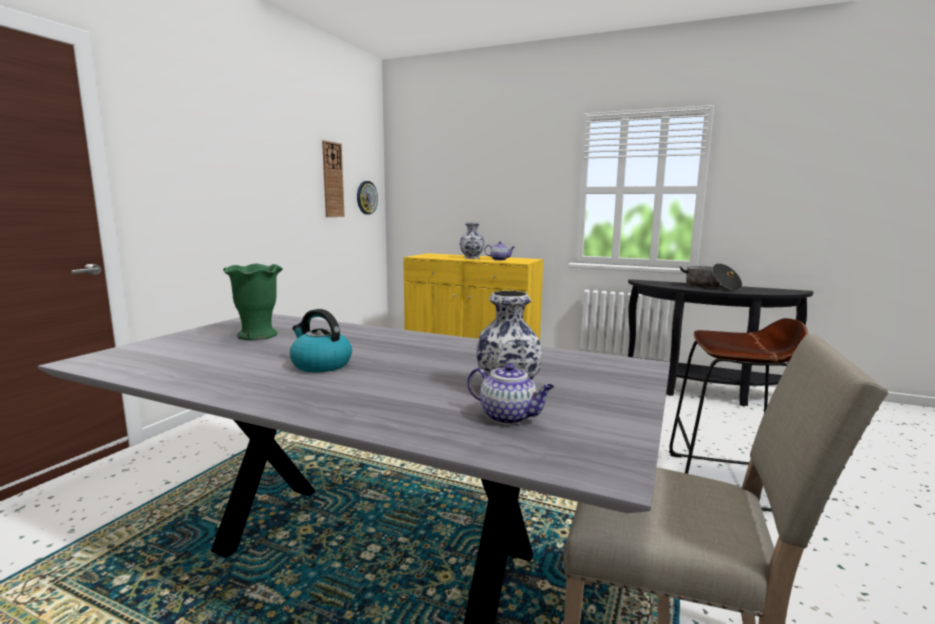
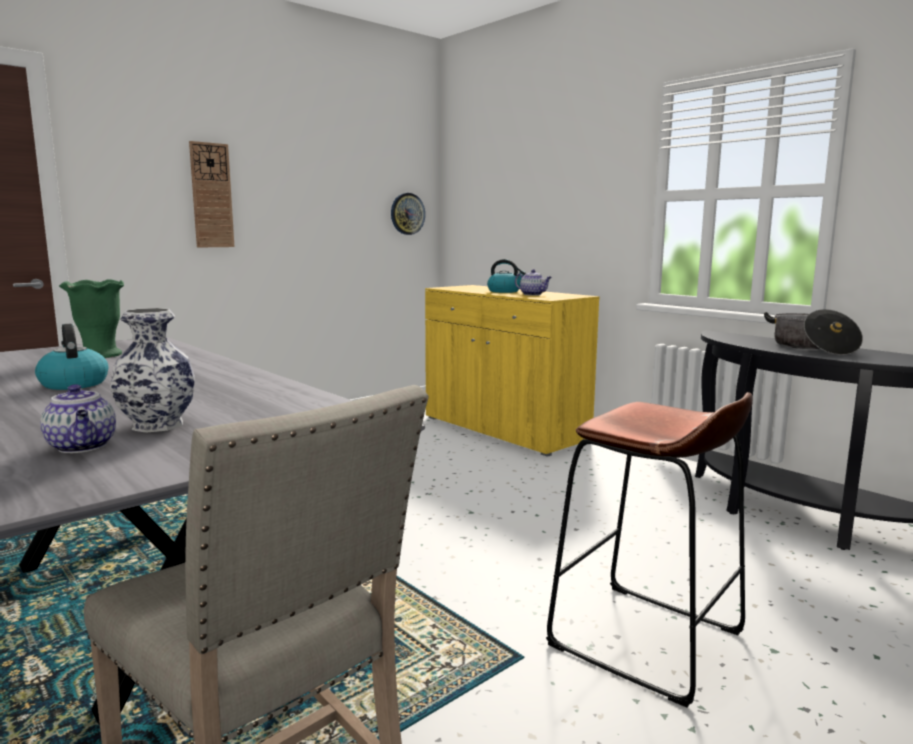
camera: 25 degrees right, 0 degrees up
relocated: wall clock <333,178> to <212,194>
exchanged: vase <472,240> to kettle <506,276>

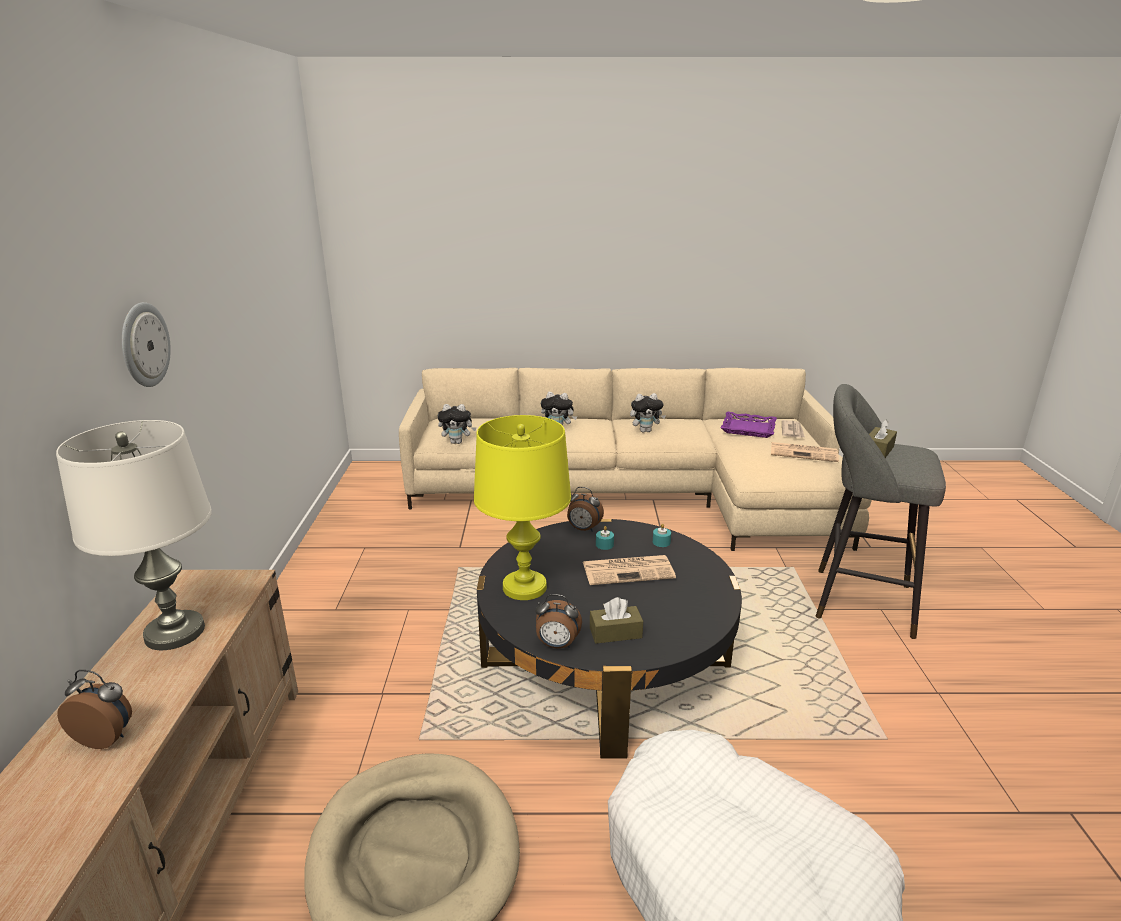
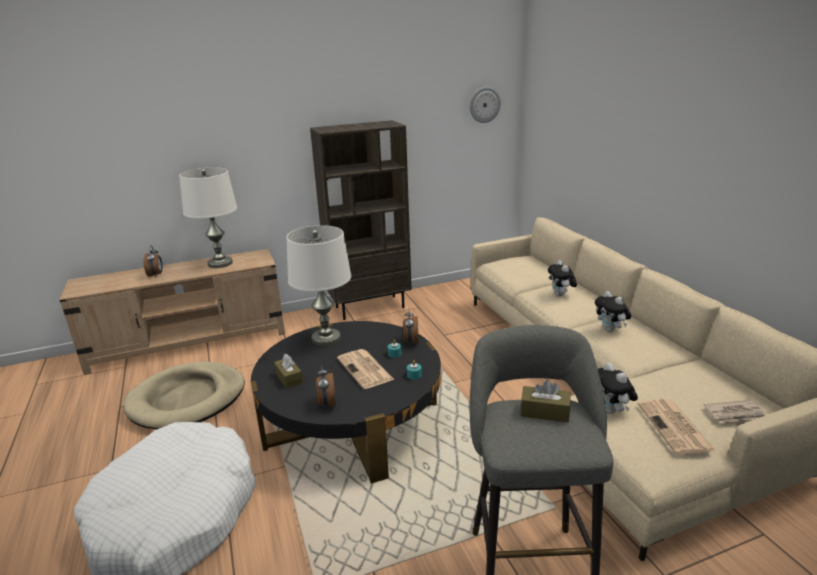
camera: 70 degrees right, 0 degrees up
missing: purple tray <749,425>
appeared: brown bookcase <361,220>
relocated: alarm clock <558,621> to <326,387>; wall clock <146,344> to <485,105>; plush toy <457,424> to <618,388>
colour: yellow table lamp <522,507> to white table lamp <319,285>

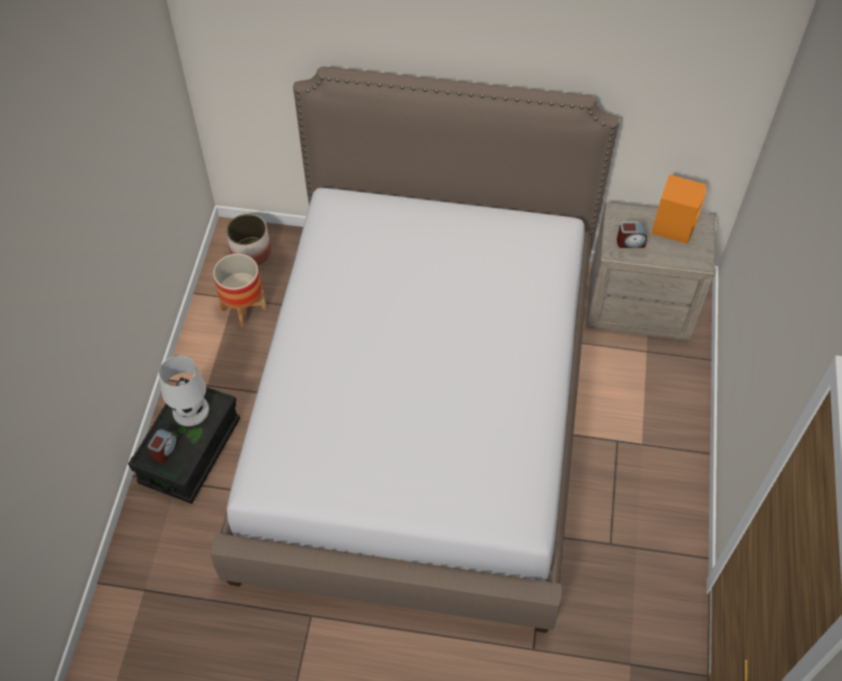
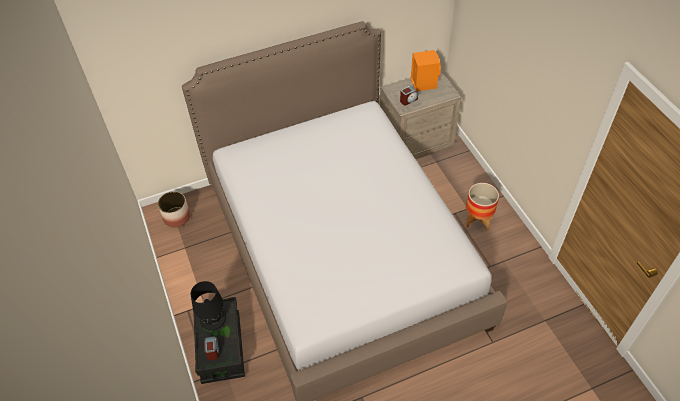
camera: 30 degrees left, 5 degrees down
relocated: planter <240,291> to <482,207>
colour: white table lamp <184,390> to black table lamp <208,306>

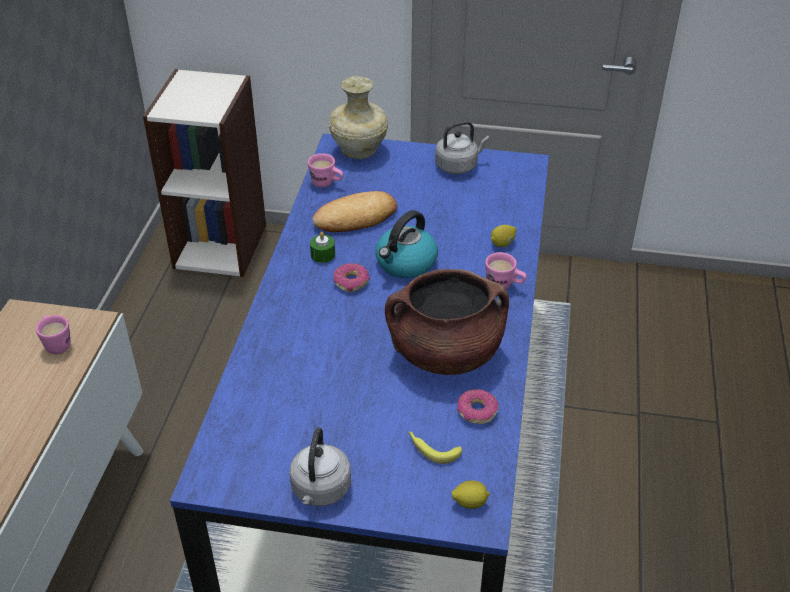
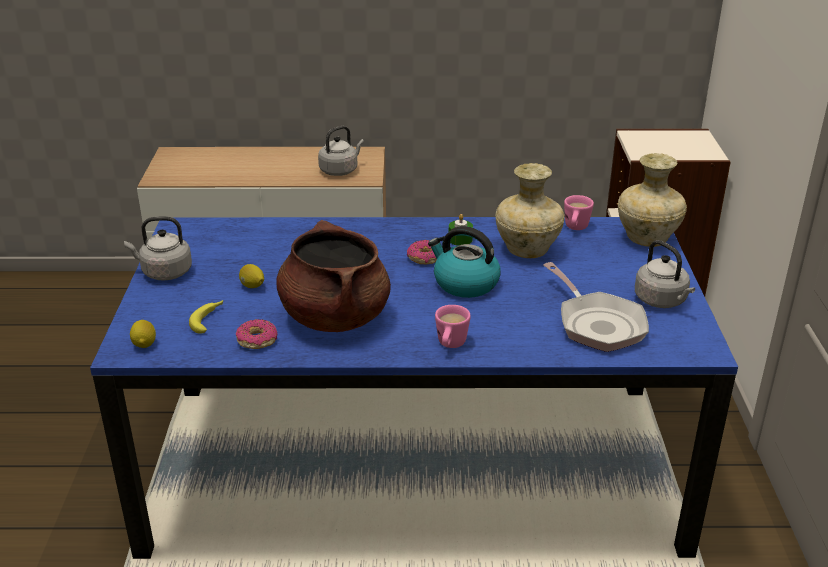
camera: 80 degrees right, 10 degrees down
appeared: frying pan <596,307>
relocated: lemon <503,236> to <251,276>
exchanged: pink mug <53,334> to grey kettle <341,151>; bread <354,211> to beige vase <530,210>

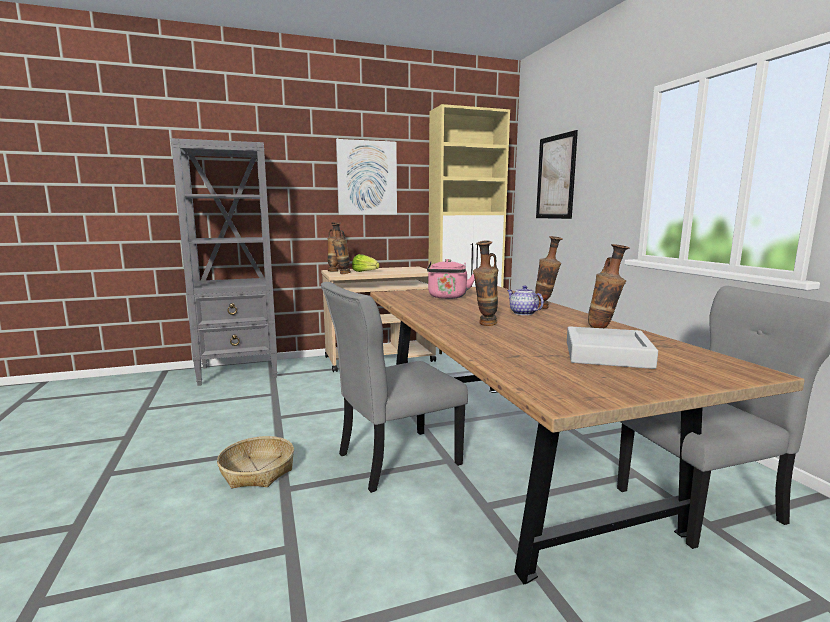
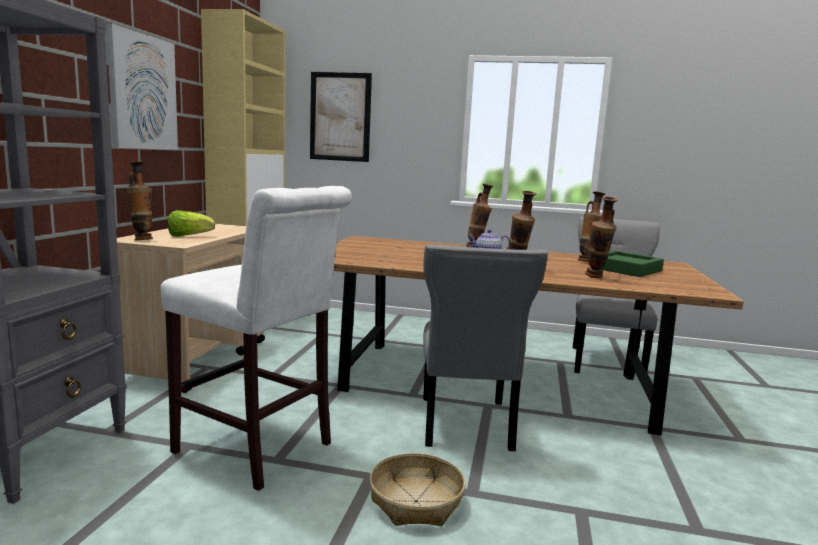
camera: 60 degrees left, 0 degrees up
missing: pink kettle <451,279>
appeared: white stool <256,338>
relocated: vase <341,248> to <601,237>
colour: grey tray <612,347> to green tray <632,264>

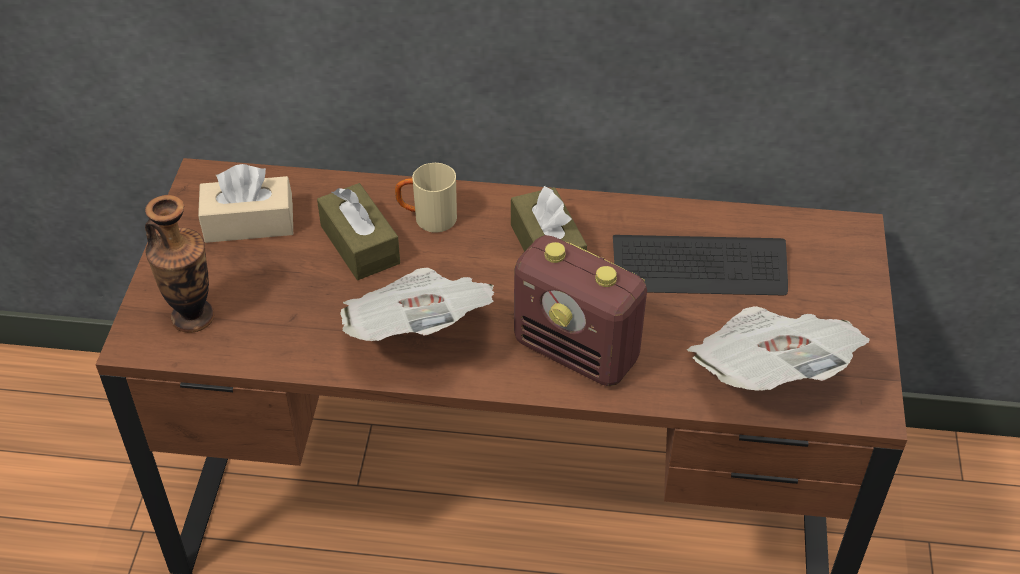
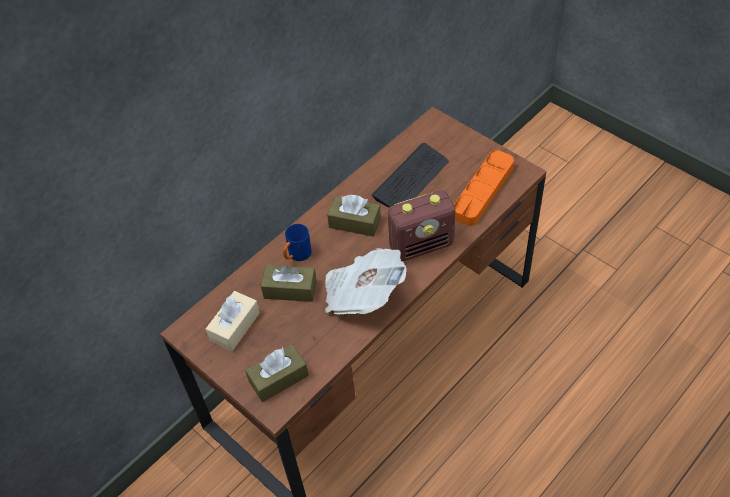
camera: 50 degrees left, 5 degrees up
exchanged: vase <179,264> to brown tissue box <277,373>; newspaper <778,348> to orange tray <484,188>
colour: beige mug <426,198> to blue mug <297,242>

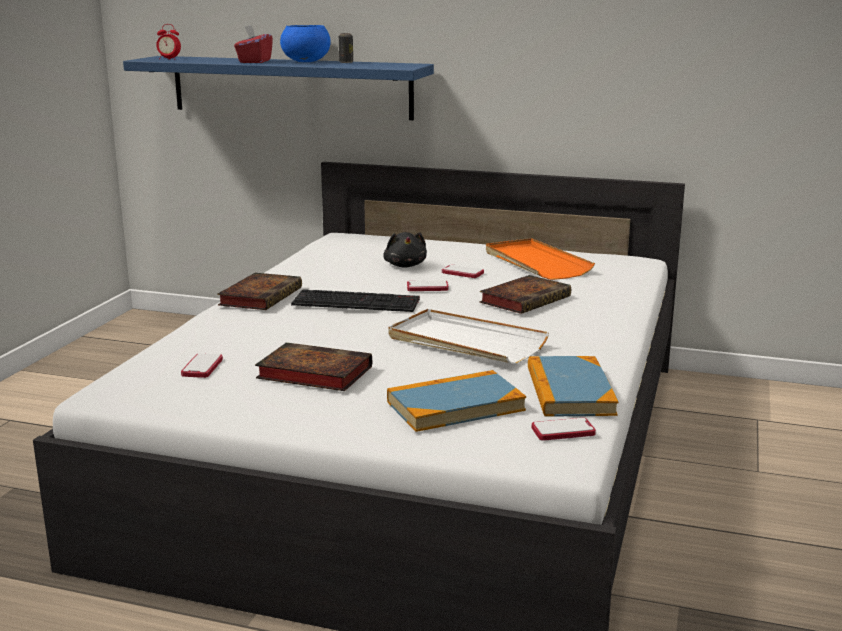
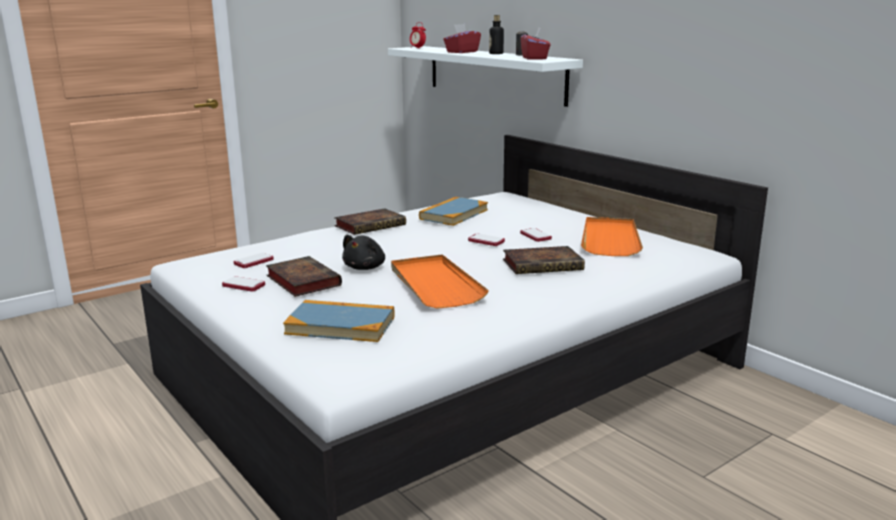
camera: 35 degrees right, 0 degrees up
missing: keyboard <355,300>
appeared: red tissue box <536,44>
relocated: phone <564,429> to <243,284>; black plush toy <405,249> to <363,252>; book <573,386> to <453,211>
exchanged: blue bowl <305,43> to bottle <496,34>
colour: blue shelf <278,88> to white shelf <485,76>; white tray <468,336> to orange tray <440,281>

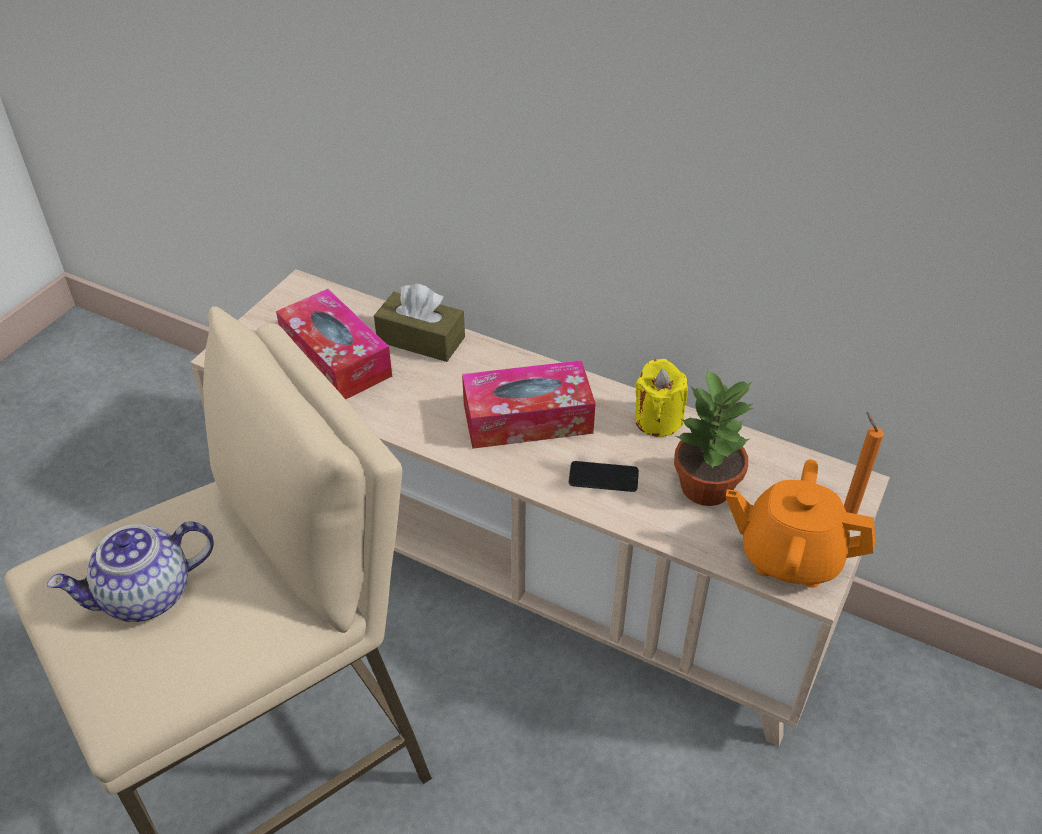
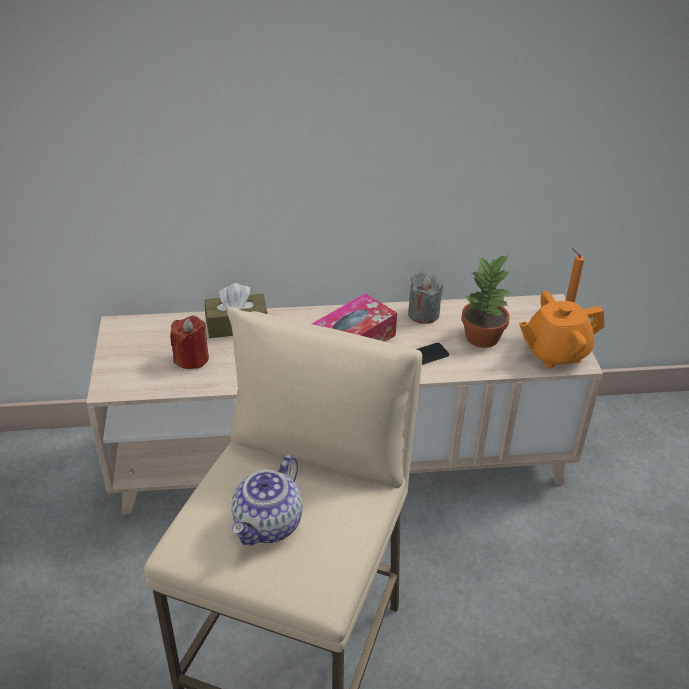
camera: 35 degrees left, 5 degrees down
exchanged: tissue box <334,344> to red candle <189,342>
colour: yellow candle <661,398> to grey candle <425,297>

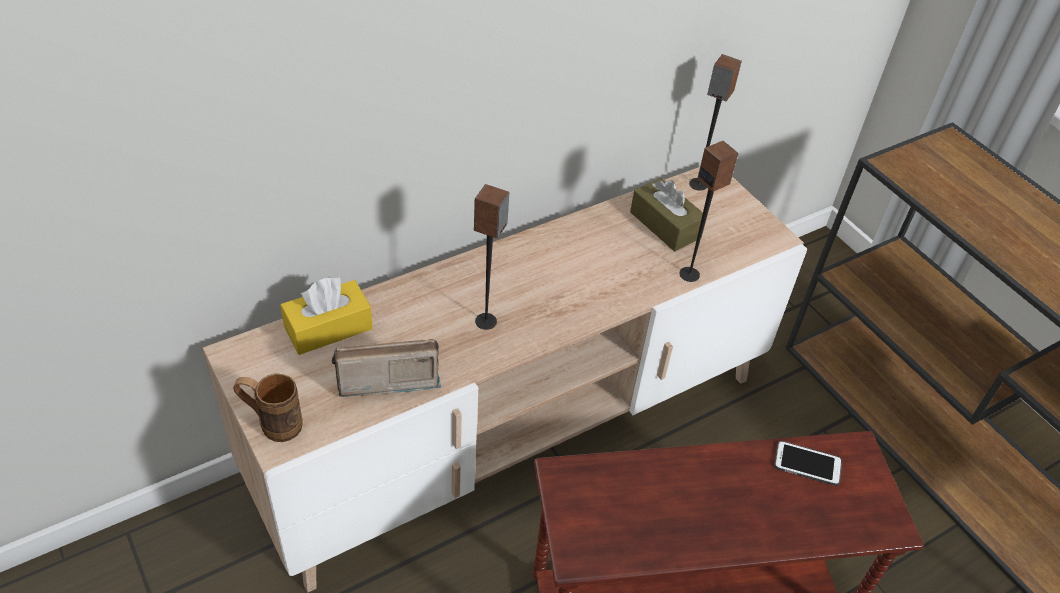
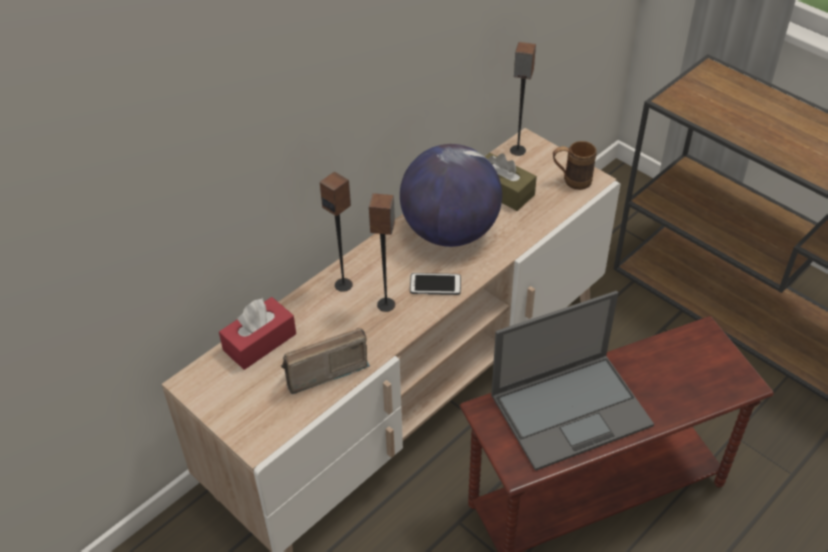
camera: 10 degrees left, 0 degrees up
appeared: globe <451,195>; laptop <572,381>
relocated: speaker <709,211> to <336,232>; phone <808,463> to <435,284>; brown mug <268,407> to <575,165>
colour: yellow tissue box <326,316> to red tissue box <257,333>

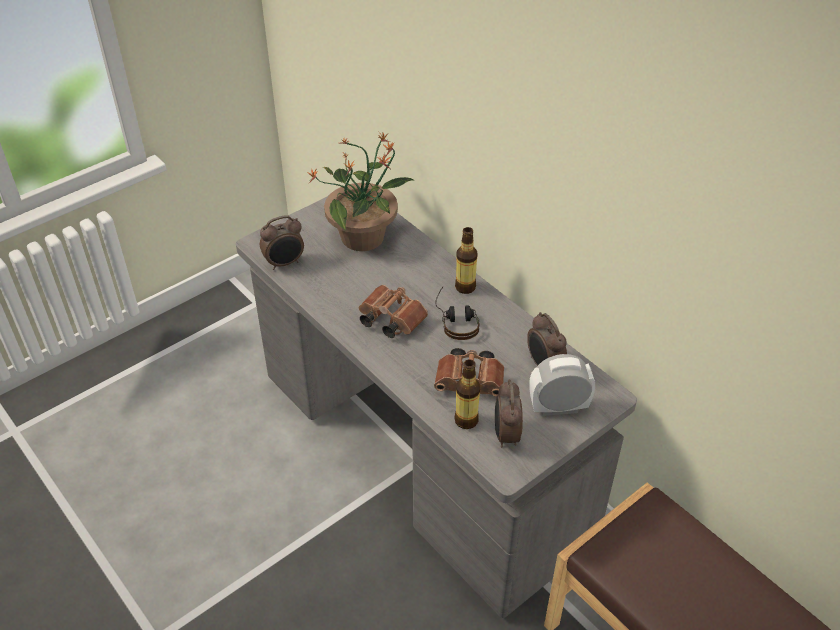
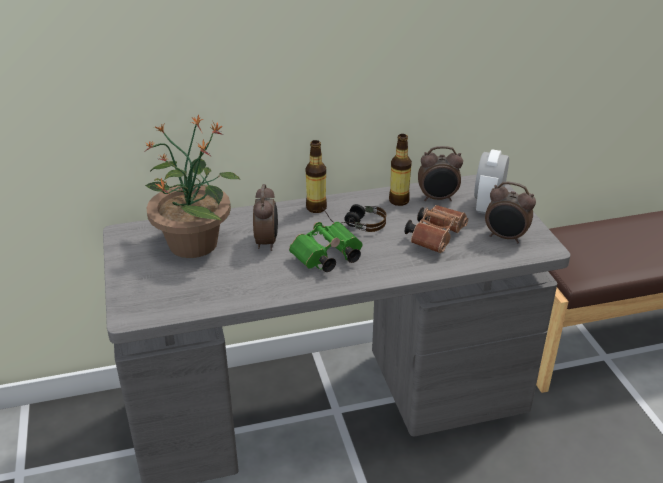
camera: 65 degrees left, 10 degrees down
relocated: alarm clock <282,242> to <265,217>; bottle <467,394> to <400,170>
colour: brown binoculars <393,311> to green binoculars <326,247>

